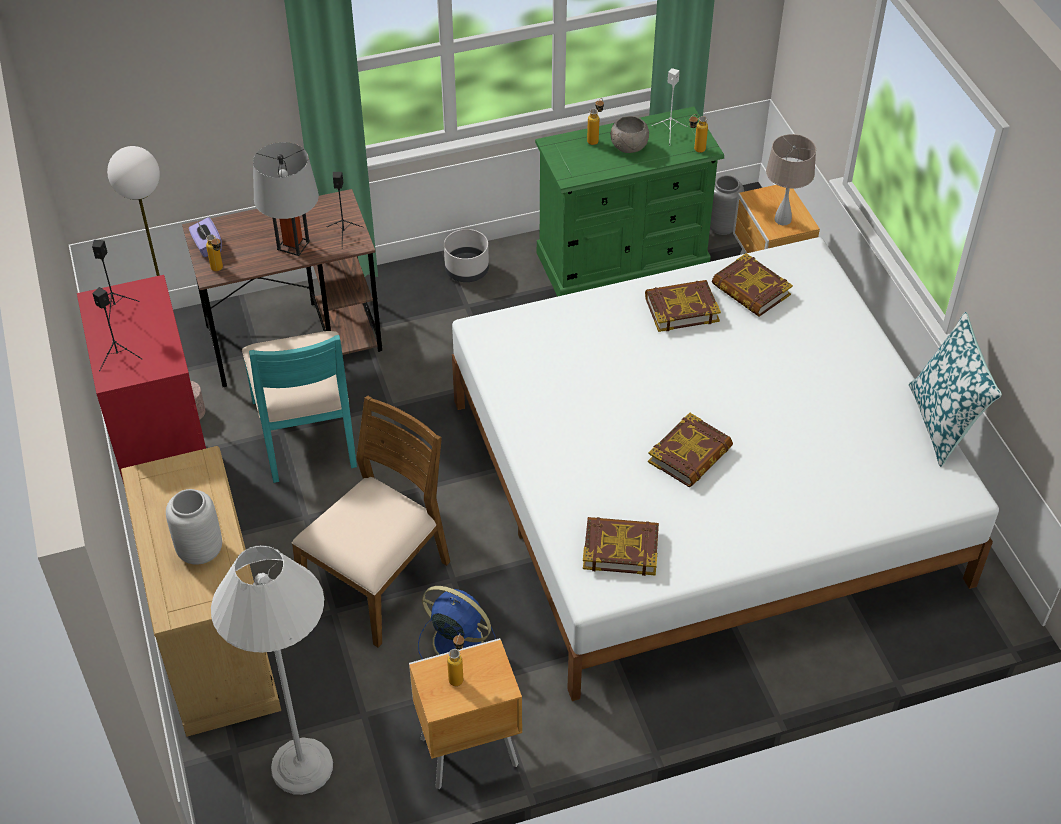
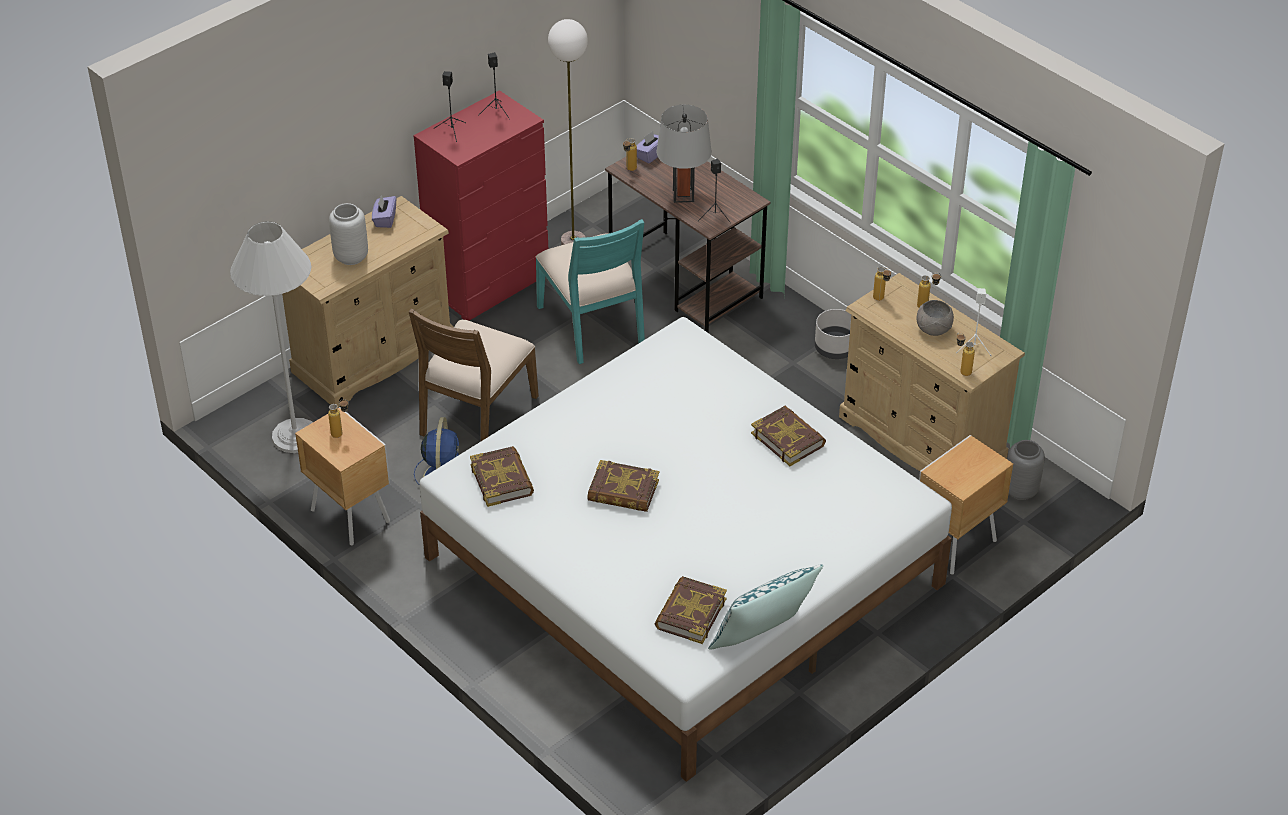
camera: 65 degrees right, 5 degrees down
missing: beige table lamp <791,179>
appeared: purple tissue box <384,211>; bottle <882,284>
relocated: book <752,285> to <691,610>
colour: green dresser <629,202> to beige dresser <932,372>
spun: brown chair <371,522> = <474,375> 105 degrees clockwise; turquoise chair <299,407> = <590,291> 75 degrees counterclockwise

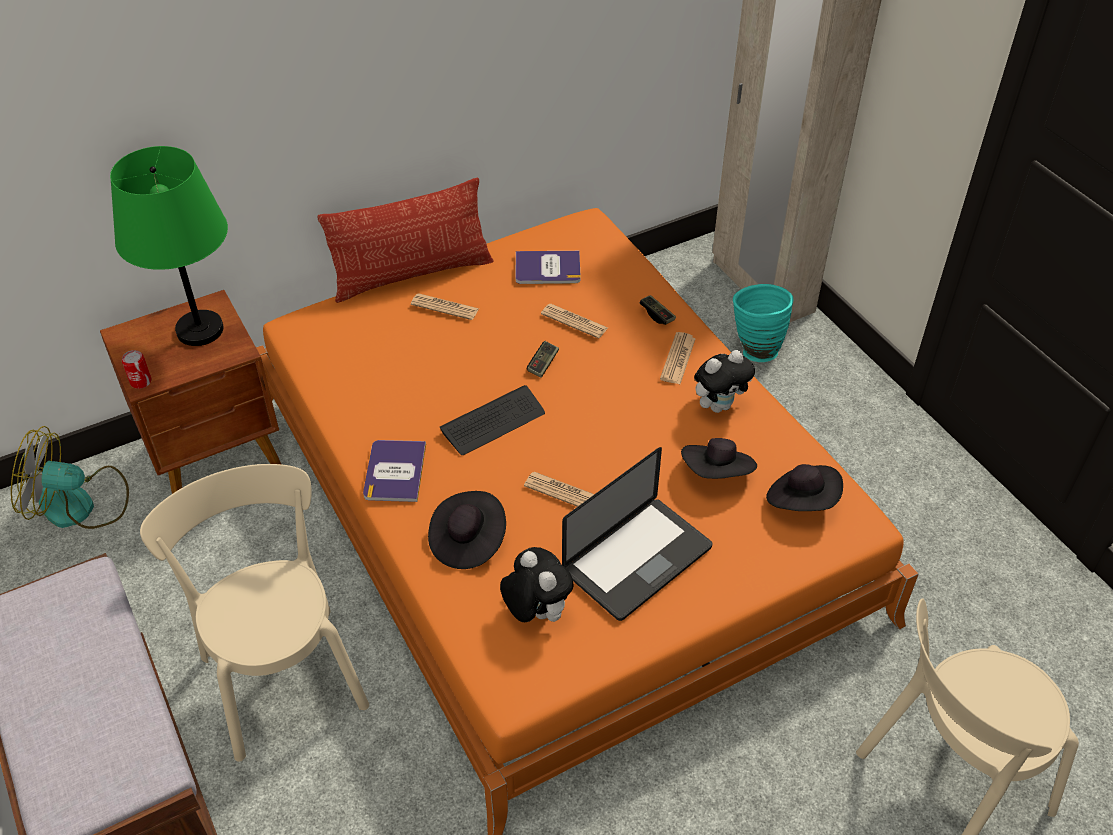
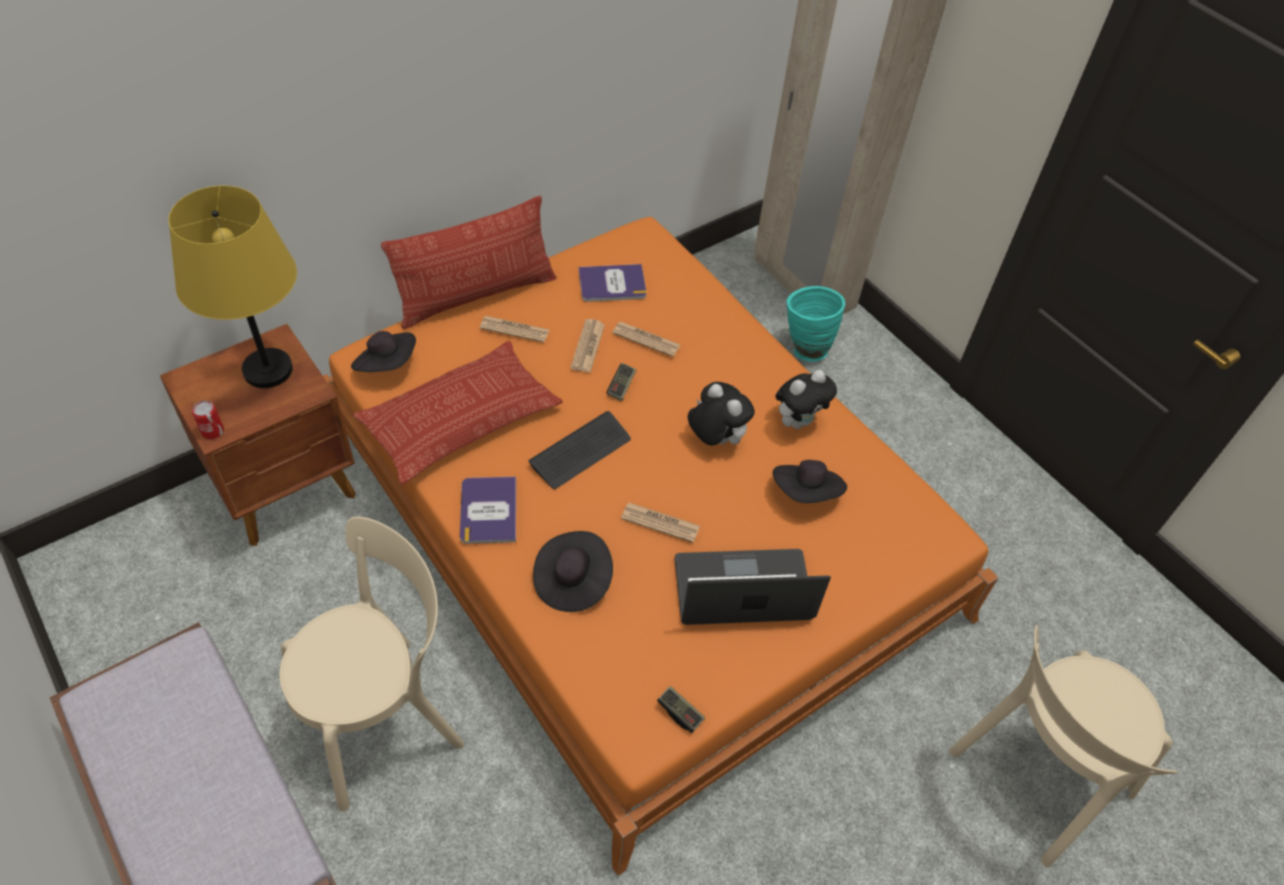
camera: 10 degrees left, 5 degrees up
missing: fan <70,477>
appeared: pillow <458,413>
relocated: black hat <804,487> to <383,351>; newspaper <678,358> to <587,346>; game controller <657,310> to <681,709>; plush toy <537,584> to <721,414>
colour: green table lamp <169,246> to yellow table lamp <233,287>
spun: beige chair <254,613> = <372,664> 90 degrees clockwise; laptop <637,534> = <753,587> 135 degrees counterclockwise

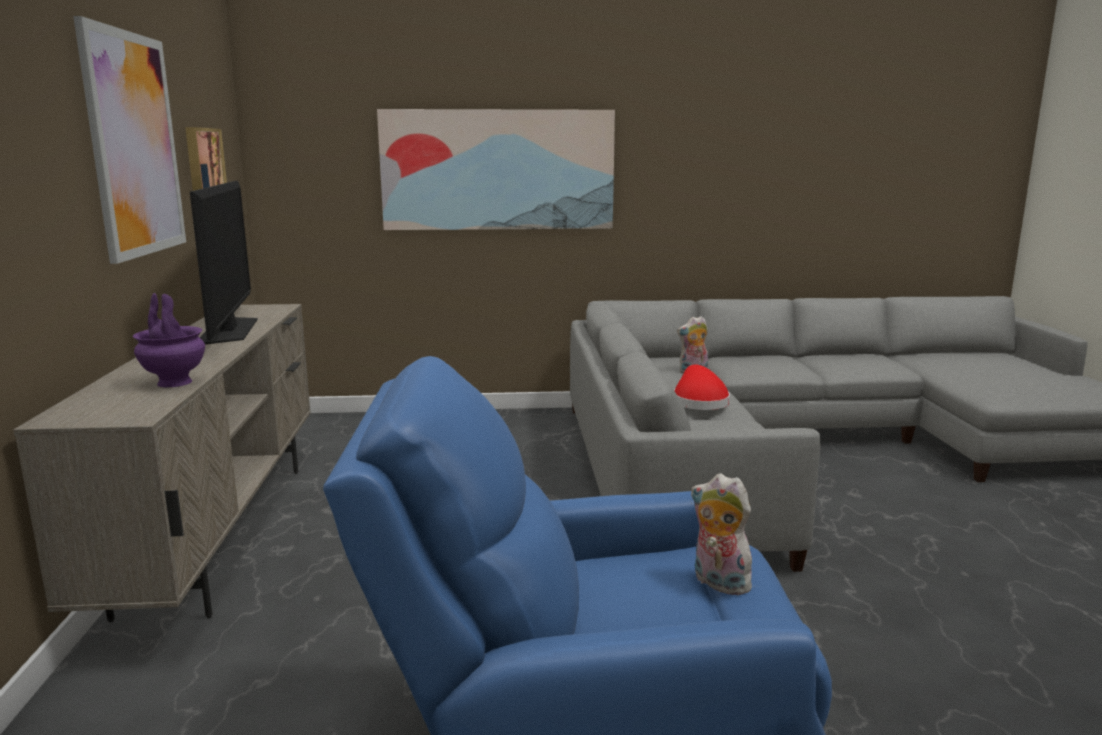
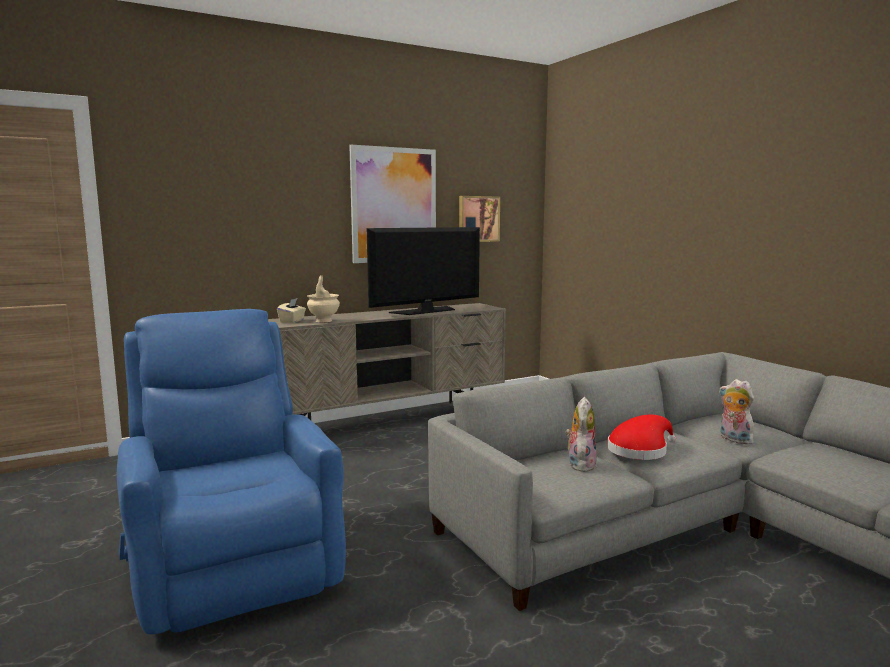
camera: 65 degrees right, 5 degrees down
missing: picture <496,169>
appeared: beige tissue box <291,310>
relocated: plush toy <723,534> to <581,434>
colour: purple vase <169,340> to beige vase <323,298>

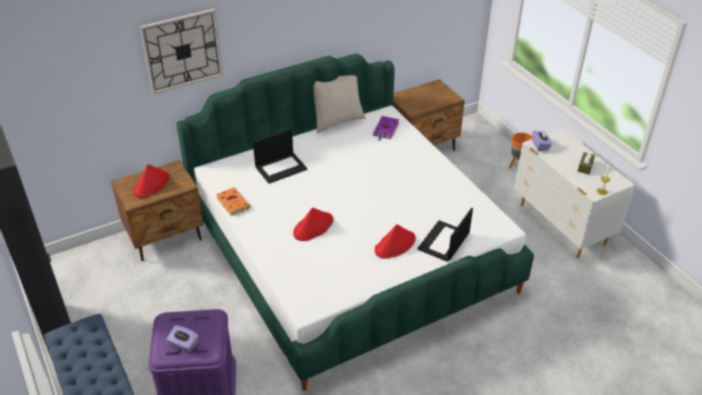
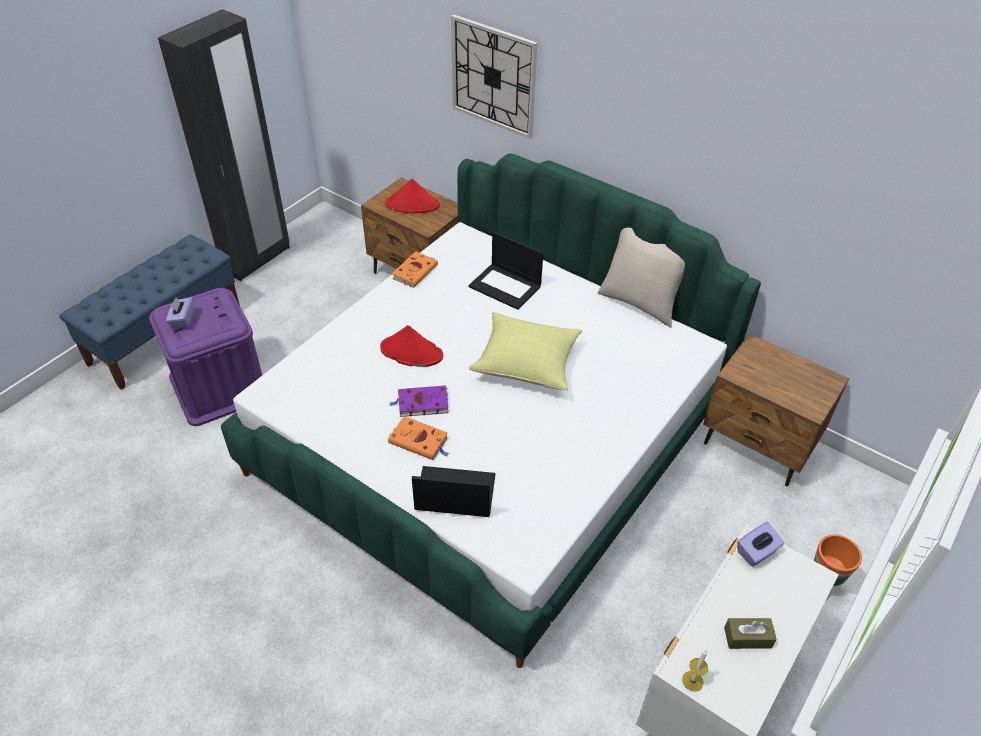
camera: 65 degrees right, 5 degrees up
appeared: yellow pillow <525,351>
relocated: purple book <386,128> to <419,401>
exchanged: red hat <395,241> to orange book <418,438>

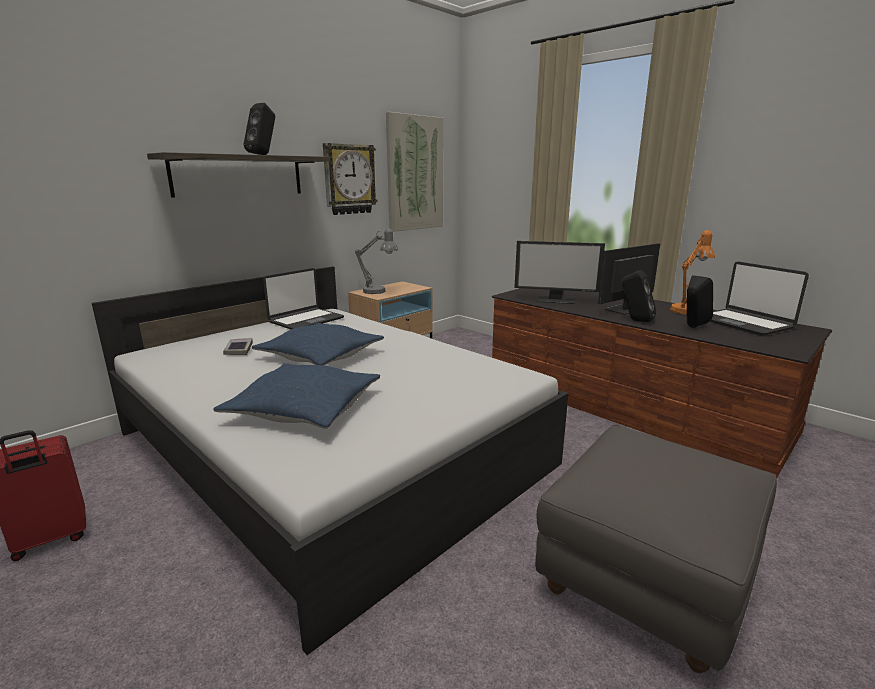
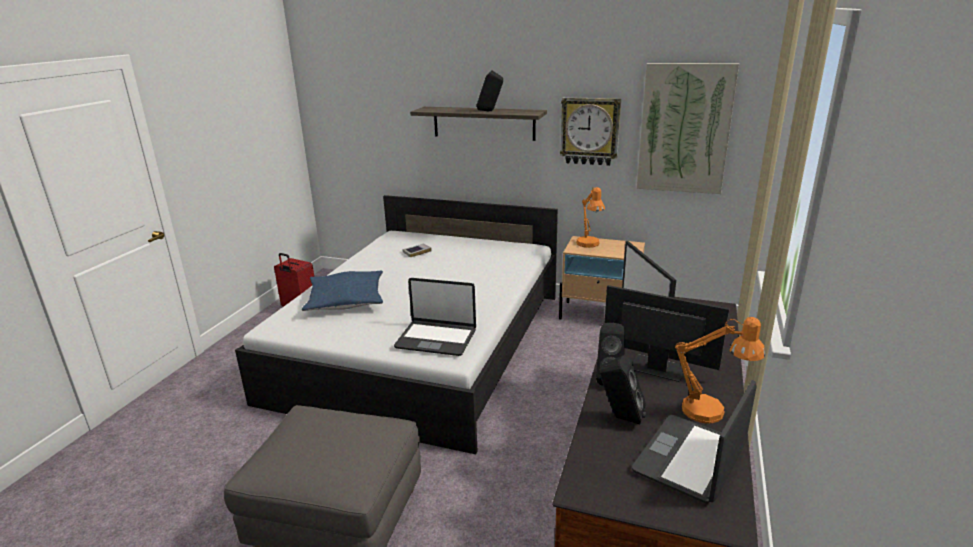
camera: 65 degrees right, 5 degrees up
missing: blue pillow <318,344>
relocated: laptop <303,298> to <435,317>
colour: grey table lamp <376,261> to orange table lamp <590,217>

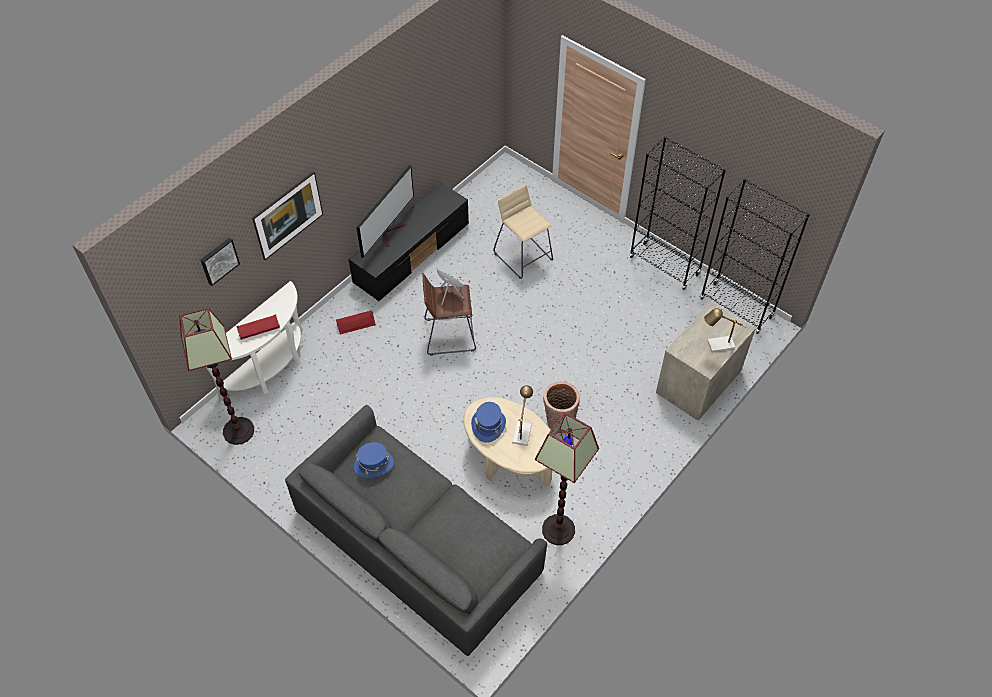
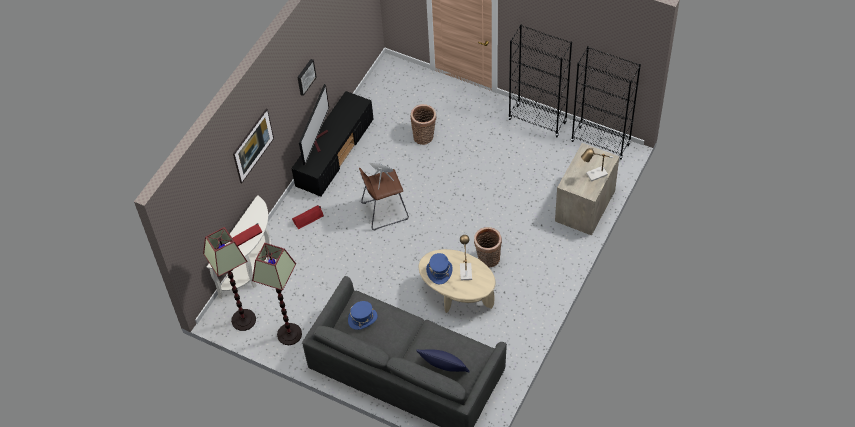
camera: 10 degrees left, 0 degrees up
appeared: blue pillow <443,360>
relocated: floor lamp <567,478> to <277,294>; picture <220,262> to <307,77>
exchanged: beige stool <523,232> to basket <423,124>

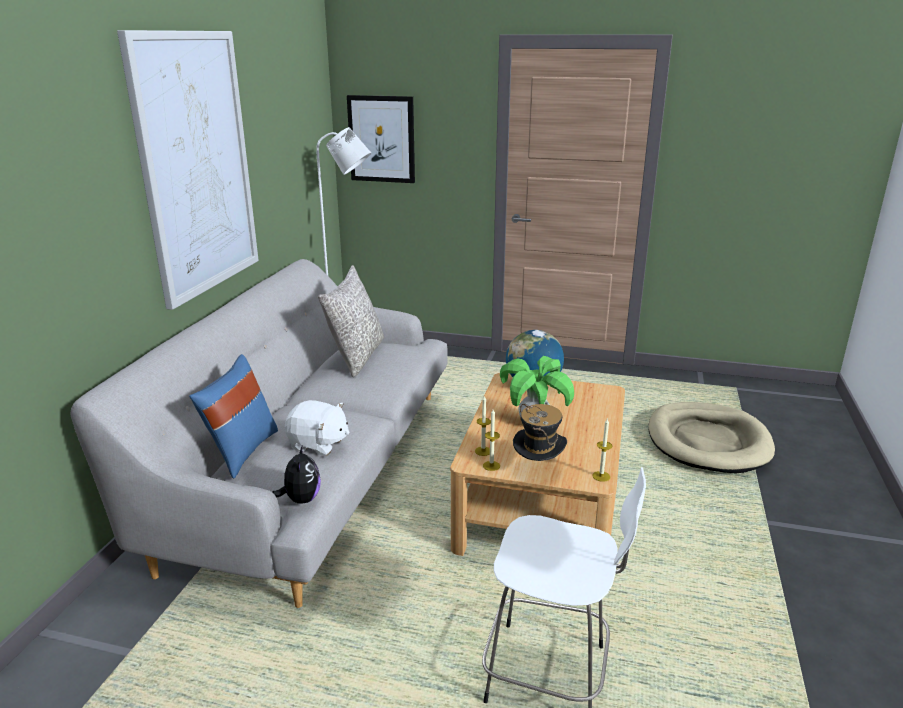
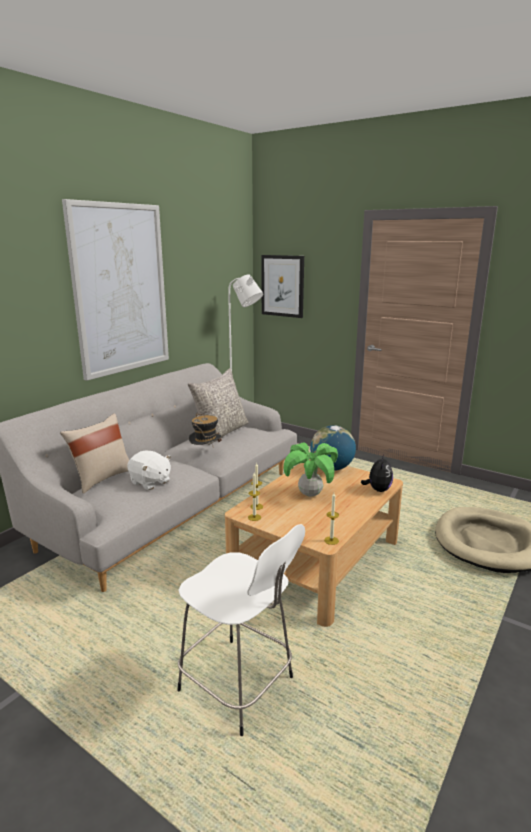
camera: 20 degrees right, 5 degrees down
relocated: hat <540,432> to <205,429>; plush toy <296,474> to <377,473>
colour: blue pillow <233,416> to beige pillow <94,453>

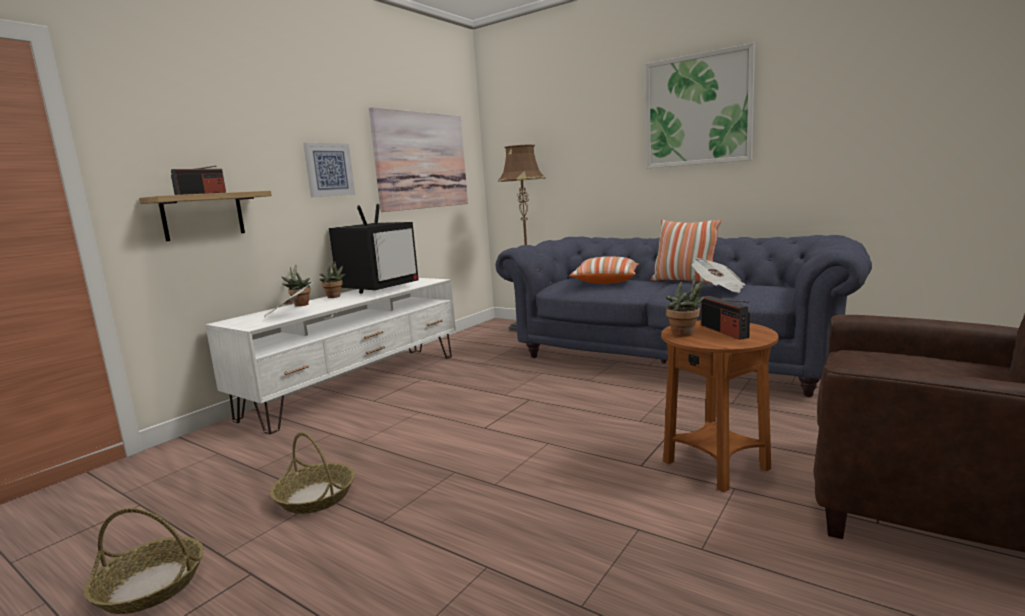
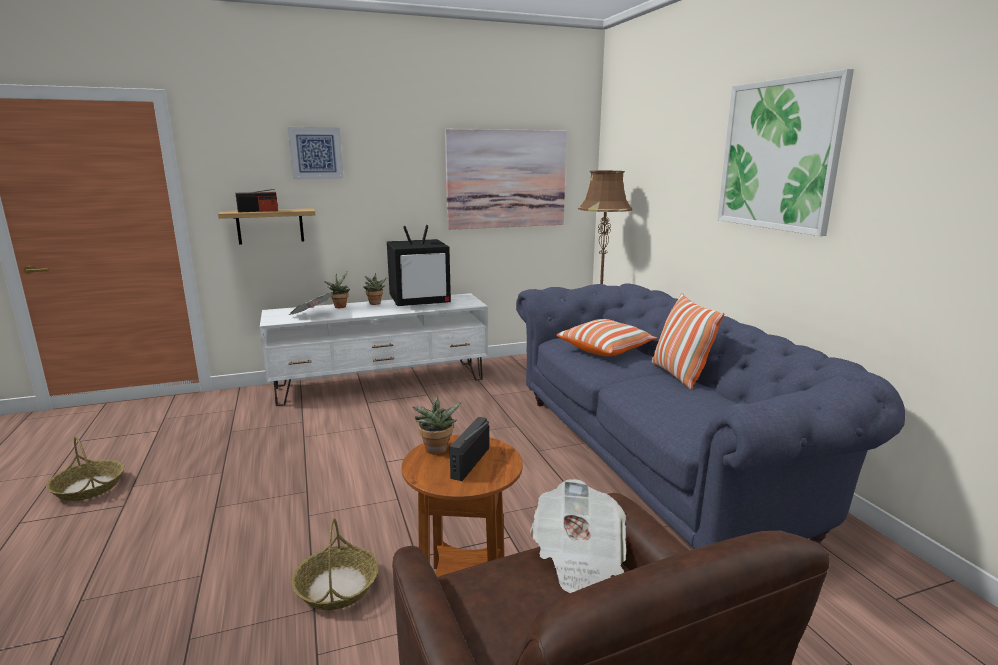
camera: 35 degrees right, 5 degrees up
relocated: picture <329,170> to <316,153>; basket <312,473> to <335,564>; newspaper <718,275> to <578,536>

